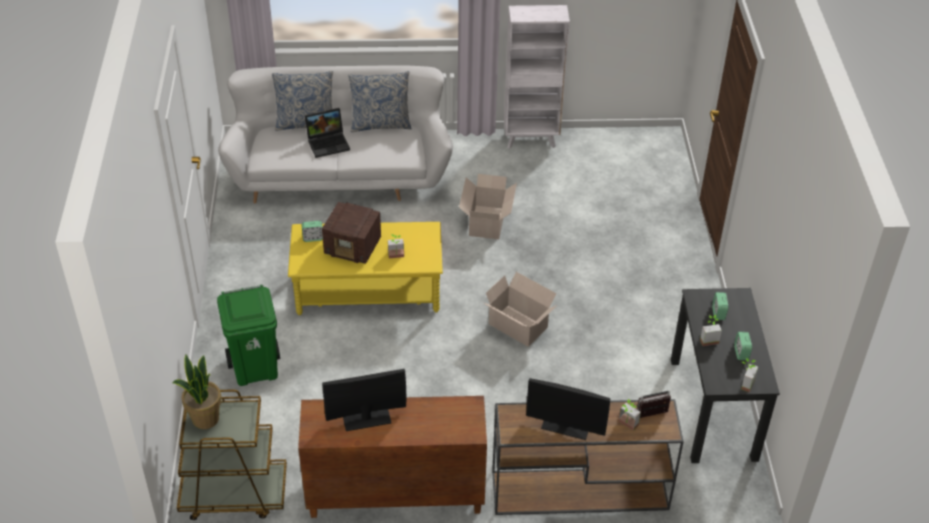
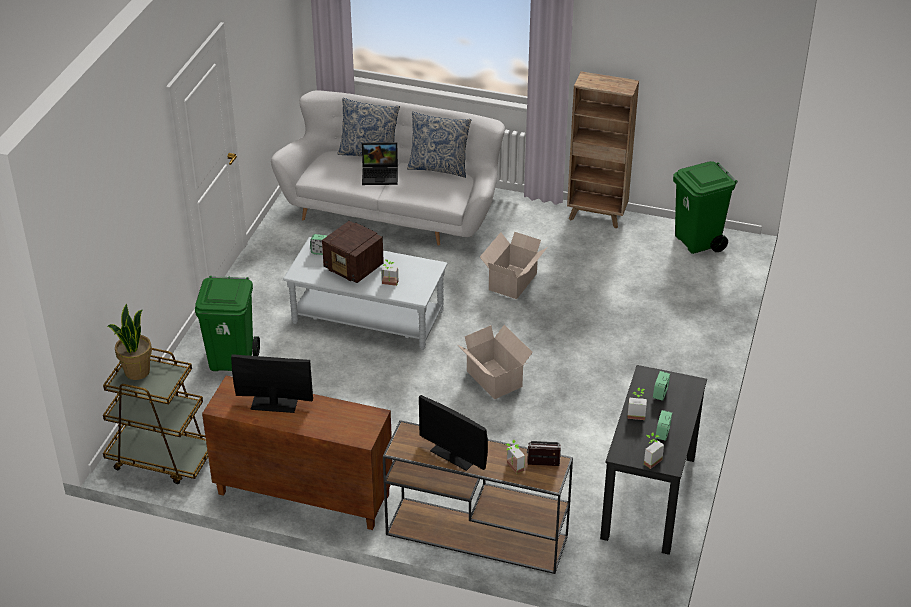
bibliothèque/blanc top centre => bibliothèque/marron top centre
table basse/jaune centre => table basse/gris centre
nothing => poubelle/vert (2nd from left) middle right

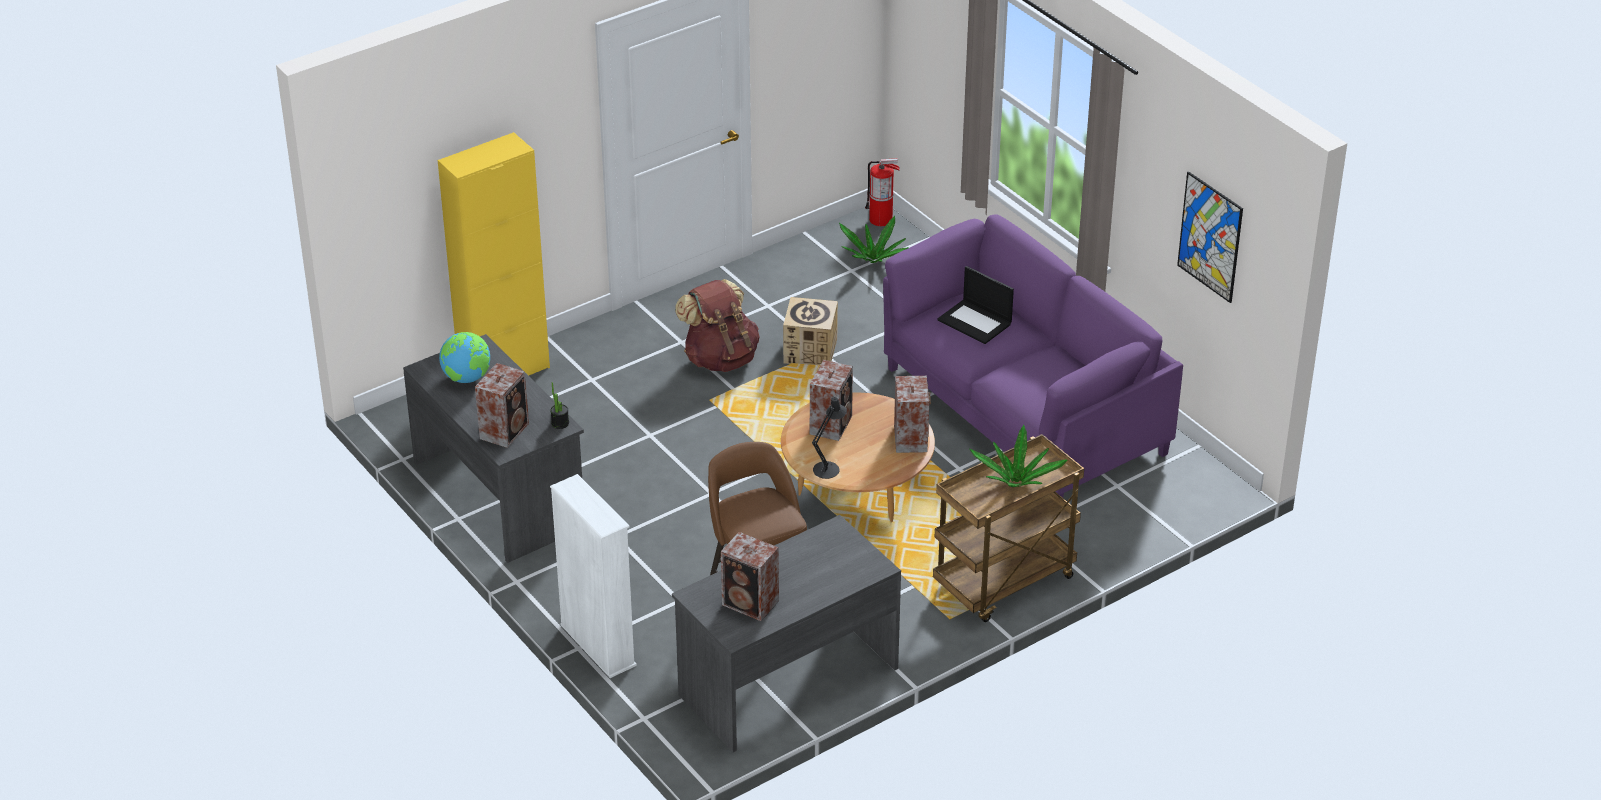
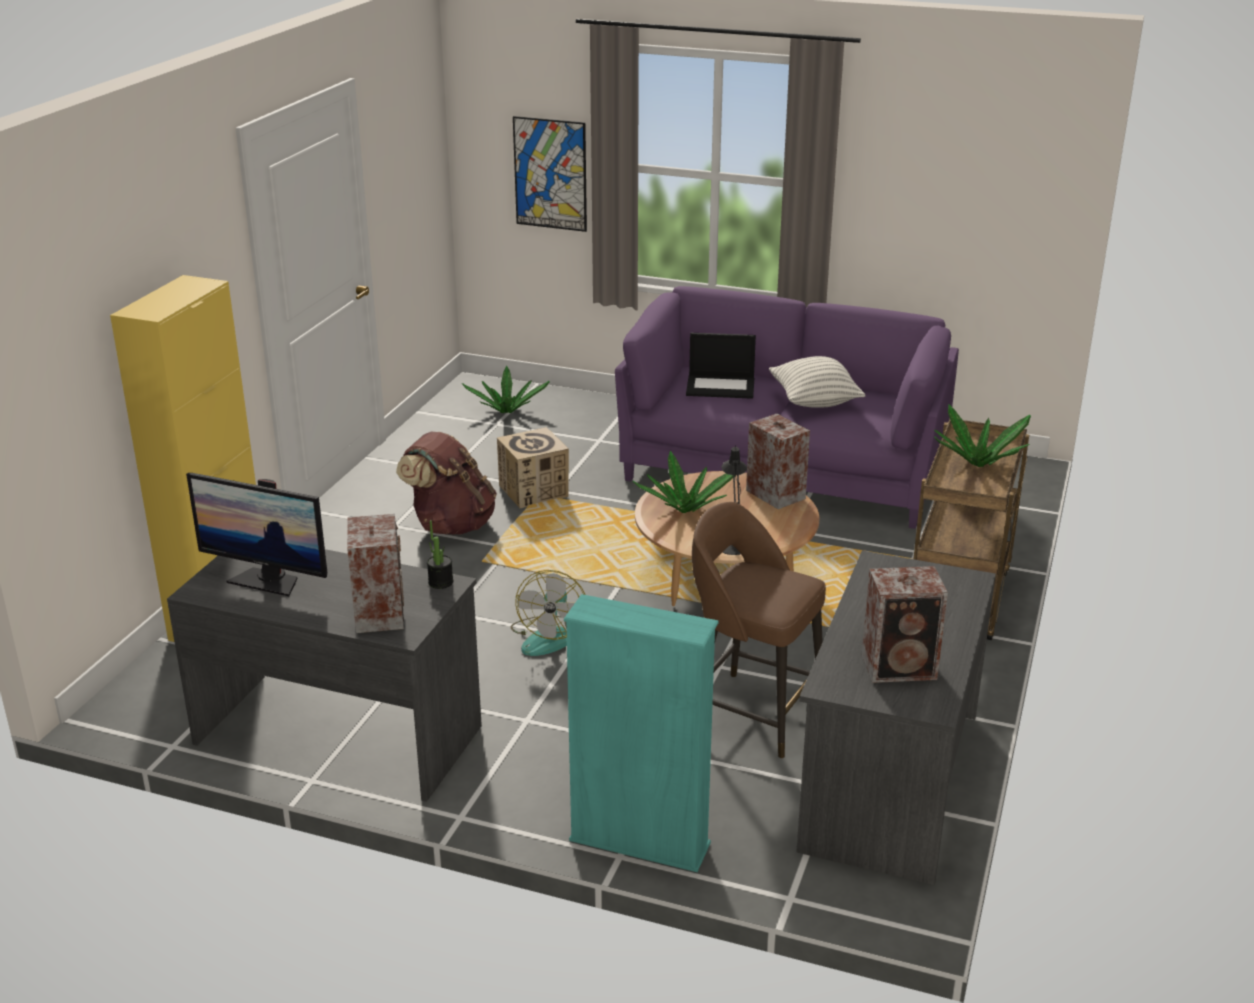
extincteur top centre => nothing
tableau top right => tableau top centre, moved
globe middle left => écran d'ordinateur middle left
enceinte (3rd from left) centre => plante en pot (3rd from left) centre
bibliothèque/blanc bottom centre => bibliothèque/turquoise bottom centre
nothing => coussin centre
nothing => ventilateur centre

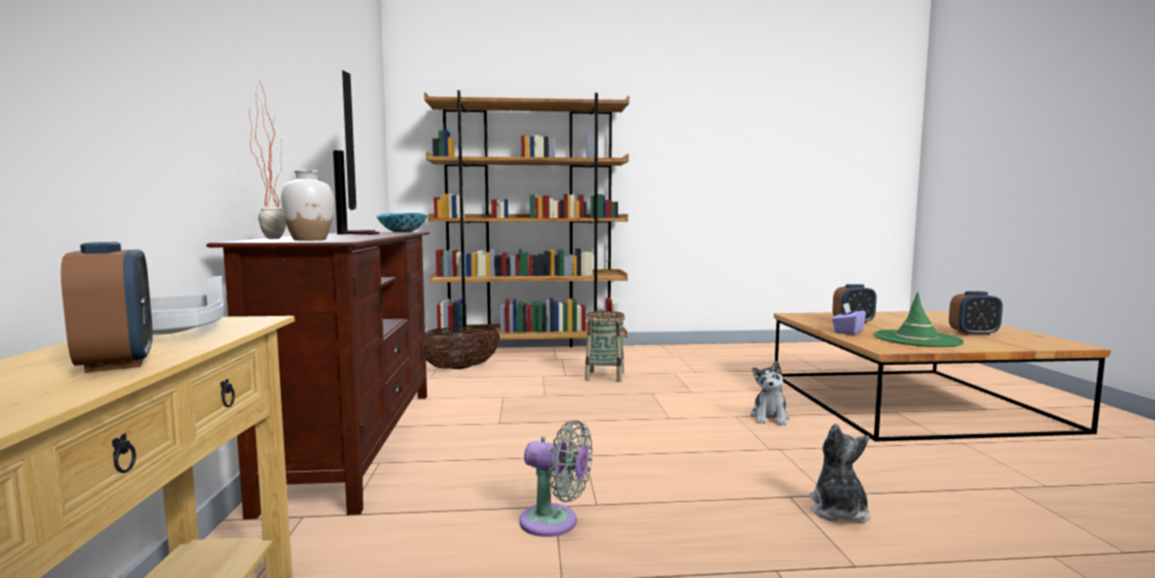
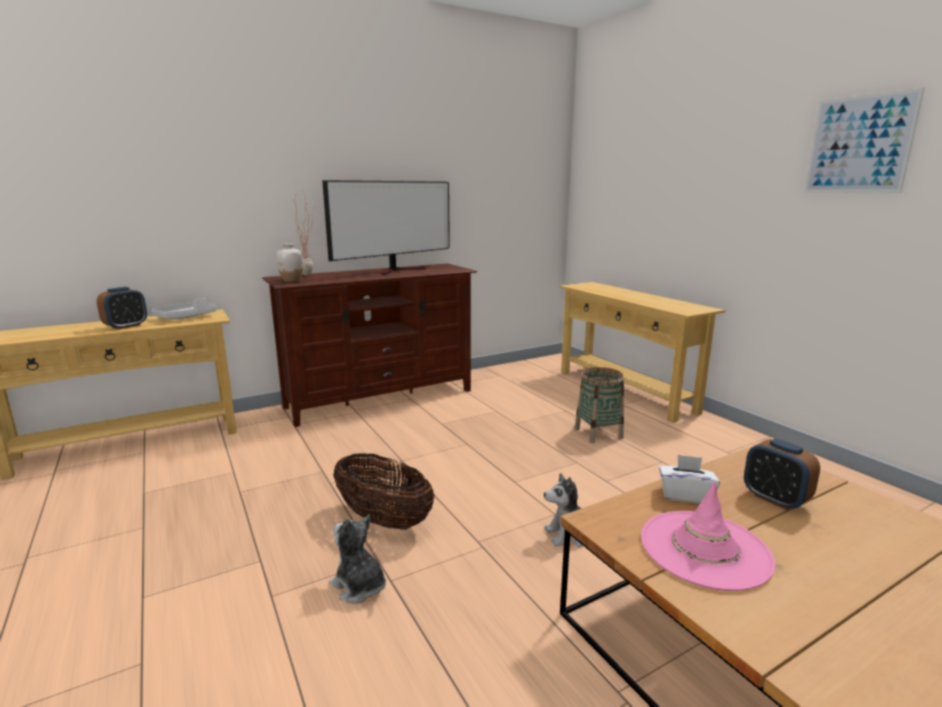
bibliothèque/marron centre => table console/beige (2nd from left) middle right
bol centre => nothing
réveil (3rd from left) middle right => nothing
chapeau/vert middle right => chapeau/rose bottom right
boîte à mouchoirs/violet middle right => boîte à mouchoirs/blanc bottom right
panier (1st from left) centre => panier (1st from left) bottom centre, moved
ventilateur/gris bottom centre => nothing
peluche (2nd from left in the first image) bottom right => peluche (1st from left) bottom centre, 120 degrees counterclockwise
nothing => tableau top right

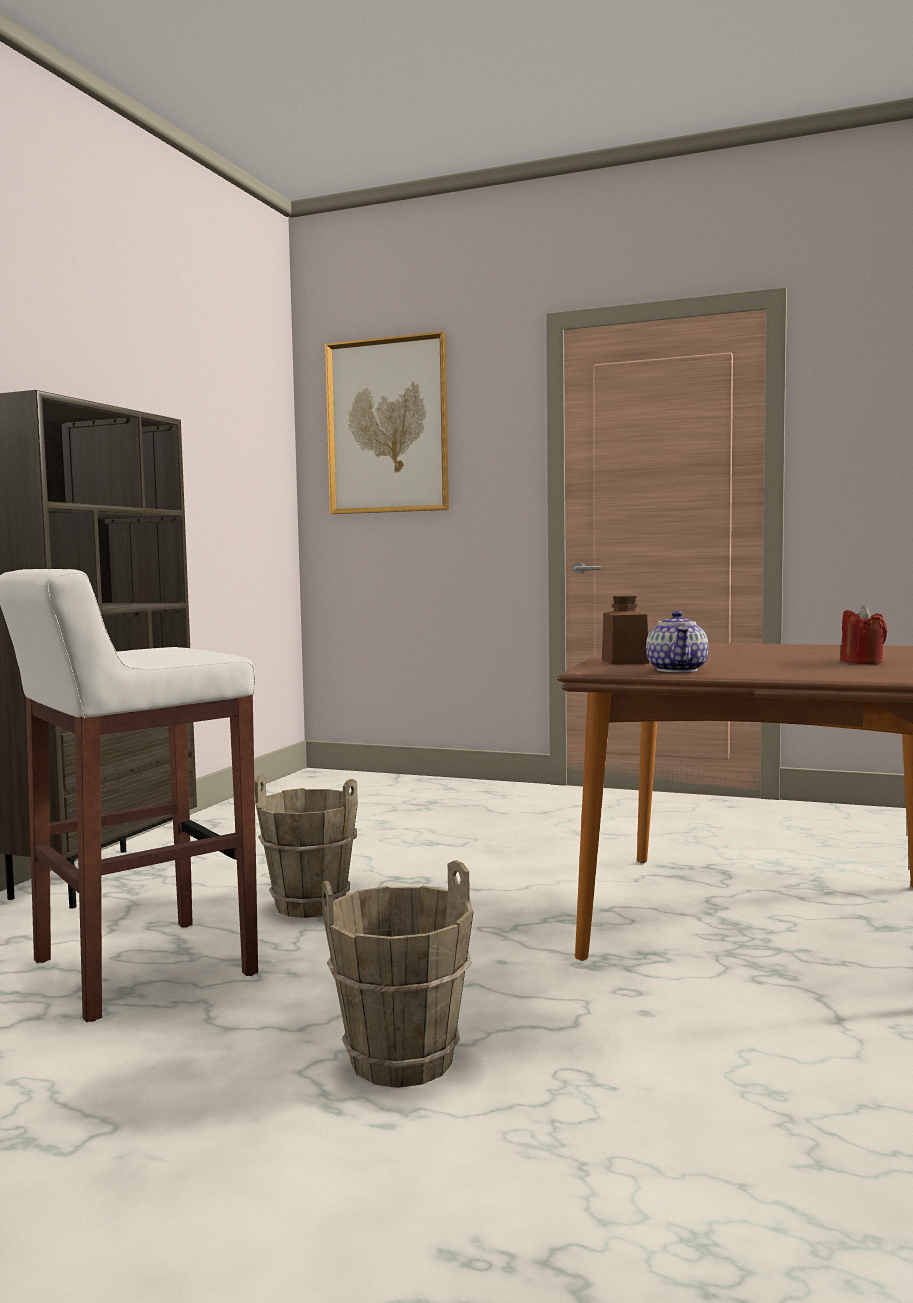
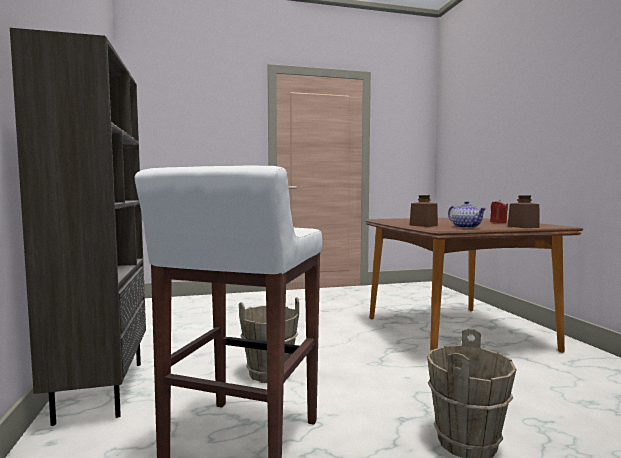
tableau top centre => nothing
nothing => bocal/marron (2nd from left) middle right

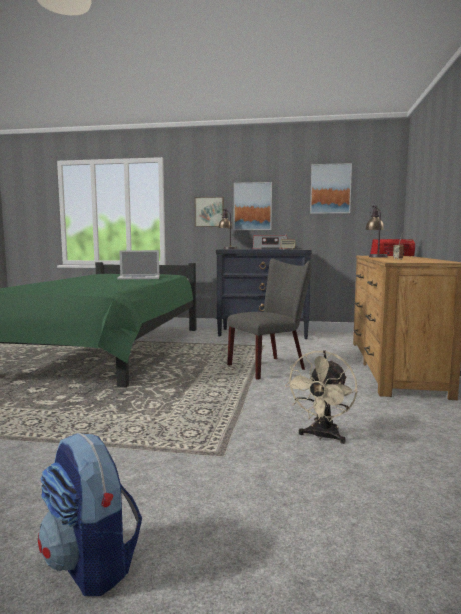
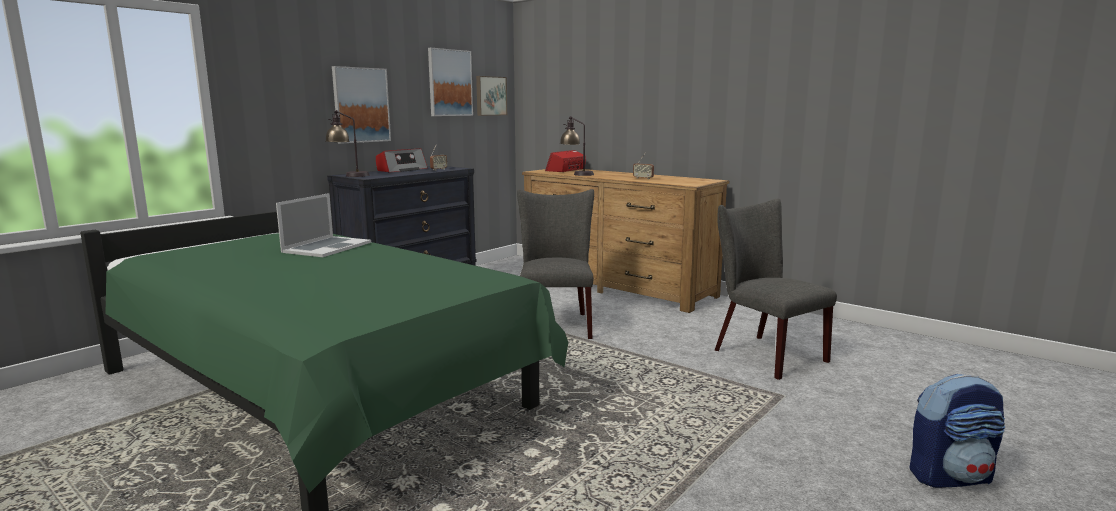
tableau (1st from left in the first image) centre => tableau (3rd from left) top centre, moved
ventilateur/beige middle right => chaise/gris (2nd from left) middle right

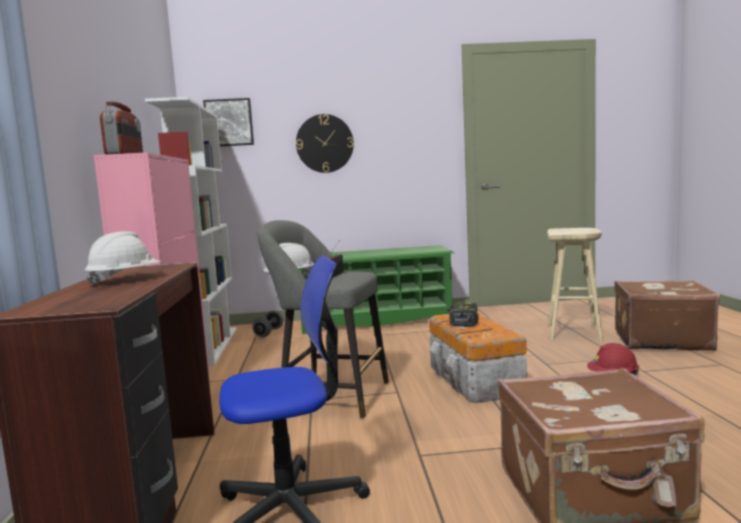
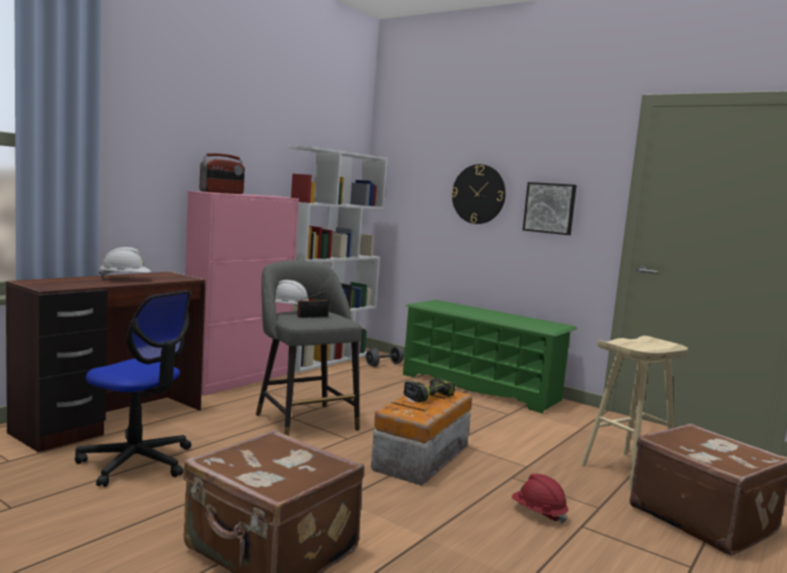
tableau top left => tableau middle right, moved

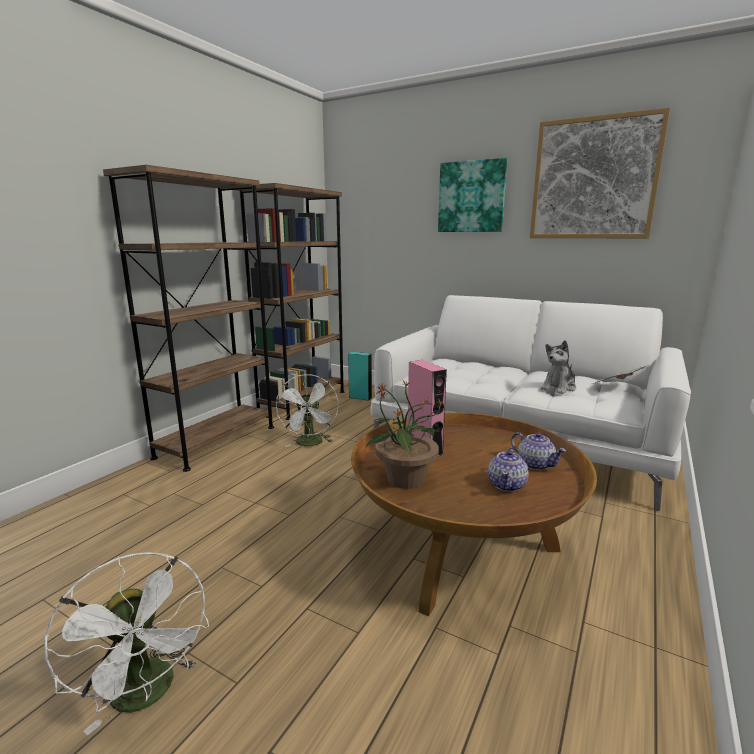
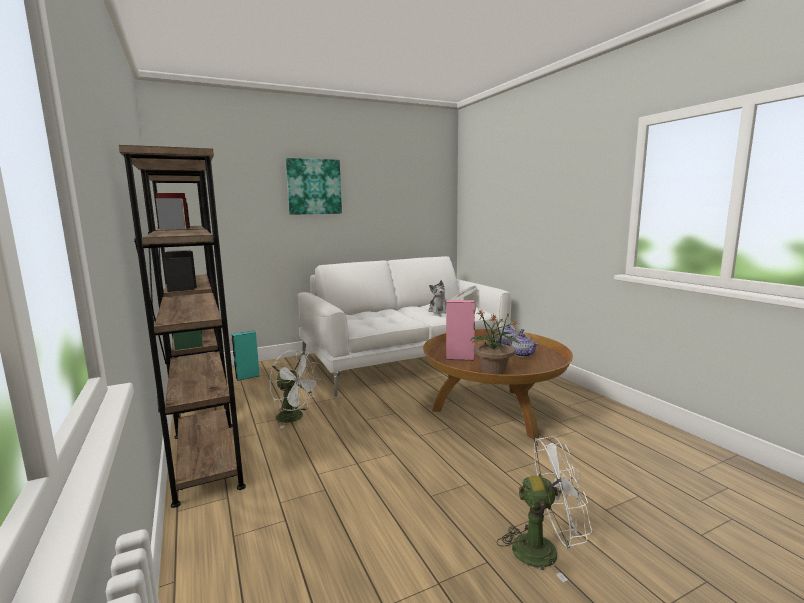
tableau (2nd from left) top right => nothing

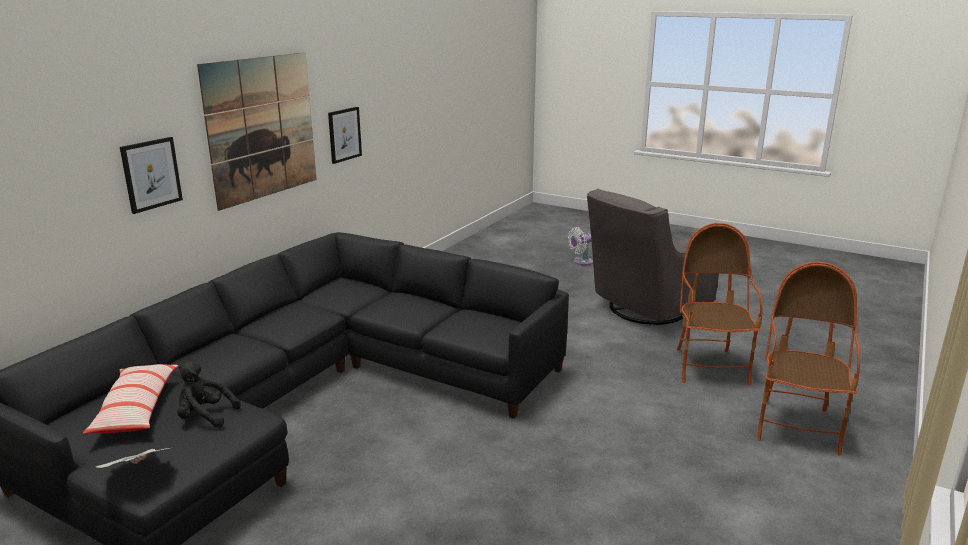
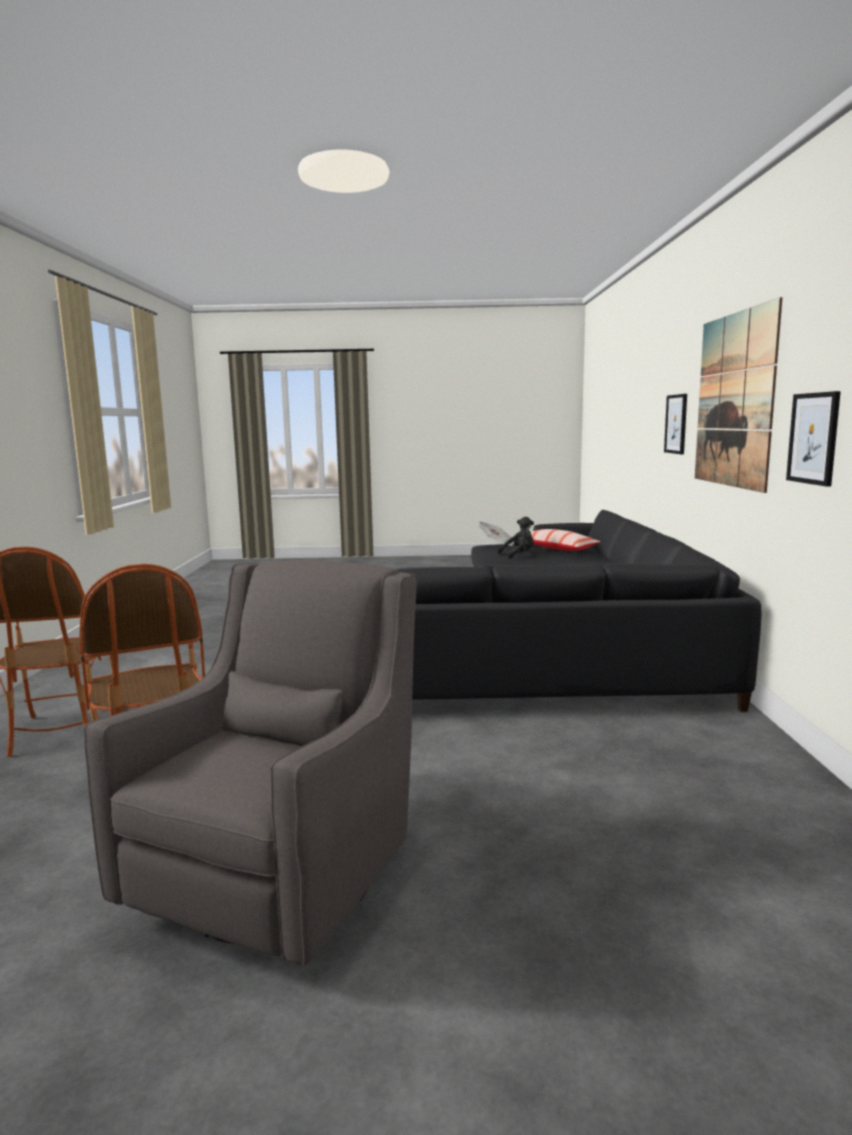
ventilateur/blanc centre => nothing

